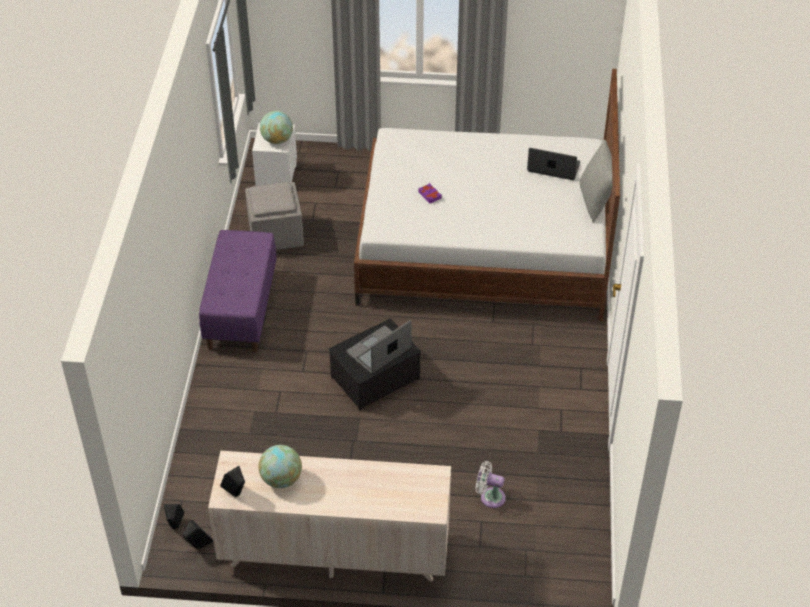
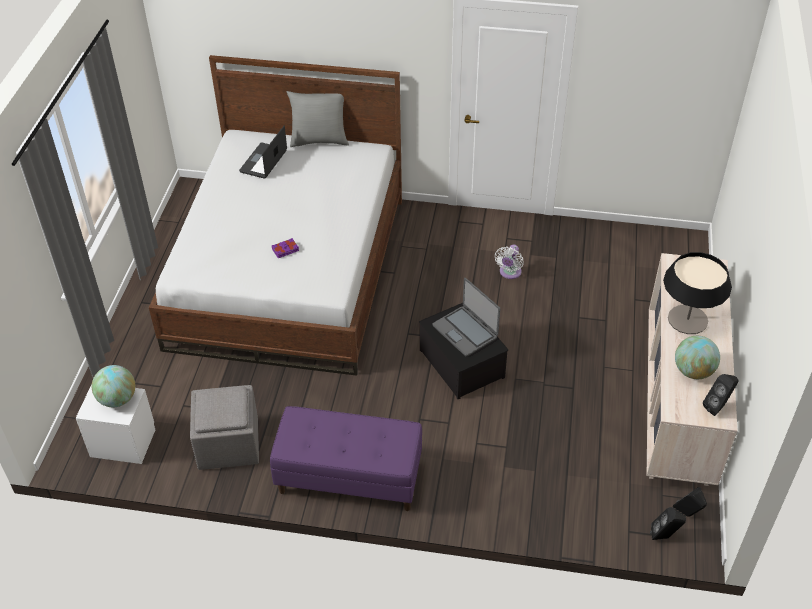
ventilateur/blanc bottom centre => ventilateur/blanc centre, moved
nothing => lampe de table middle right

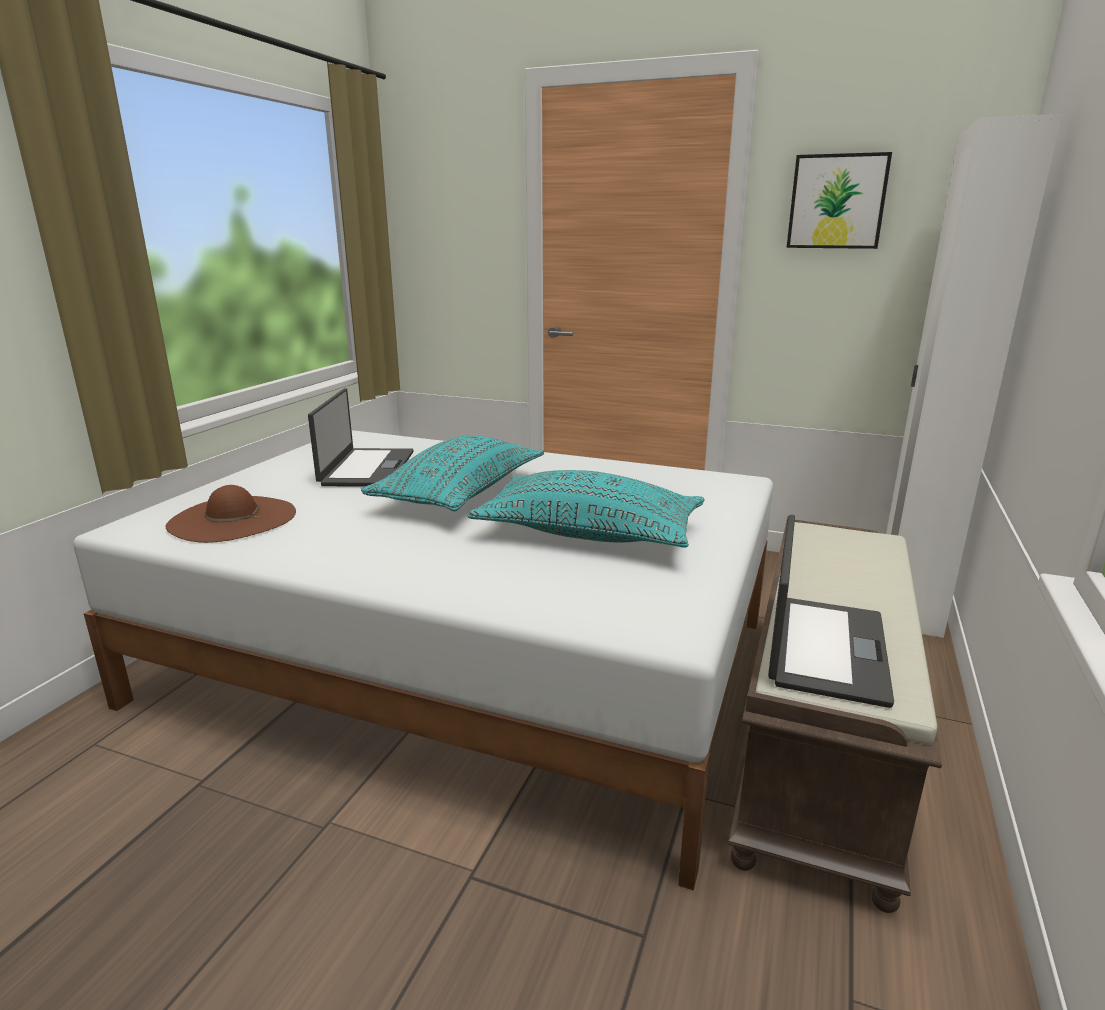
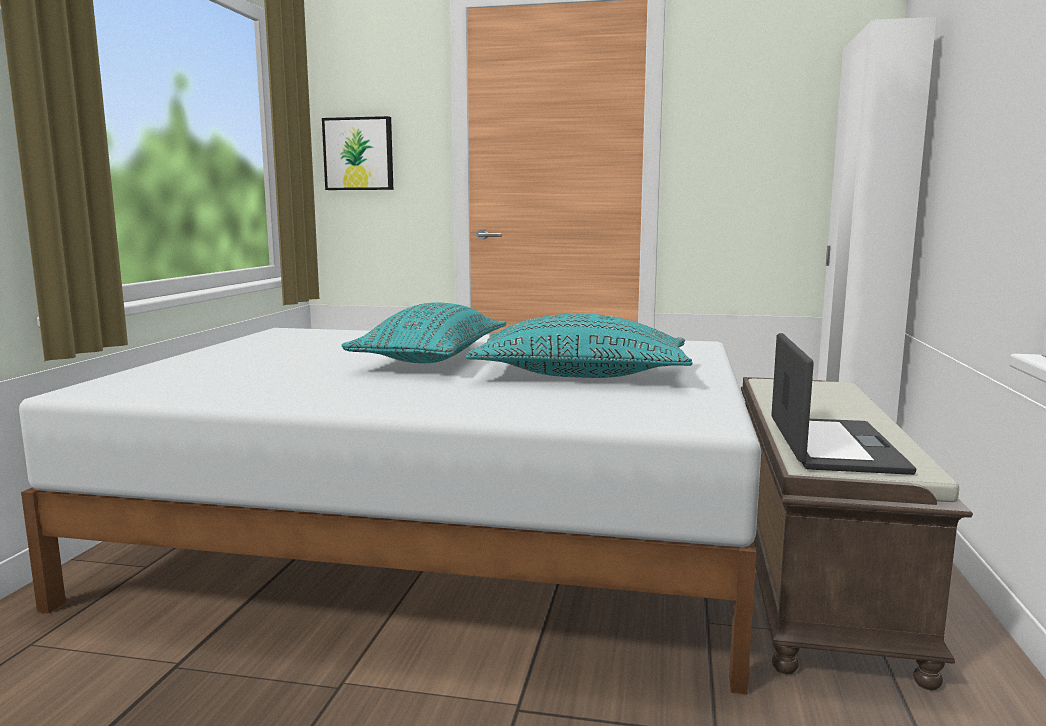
tableau top right => tableau top centre, moved
ordinateur portable (1st from left) middle left => nothing
chapeau/marron middle left => nothing

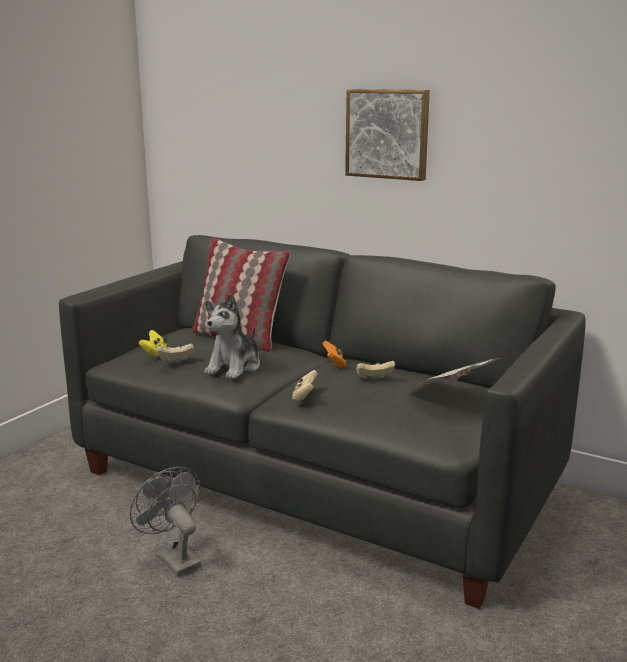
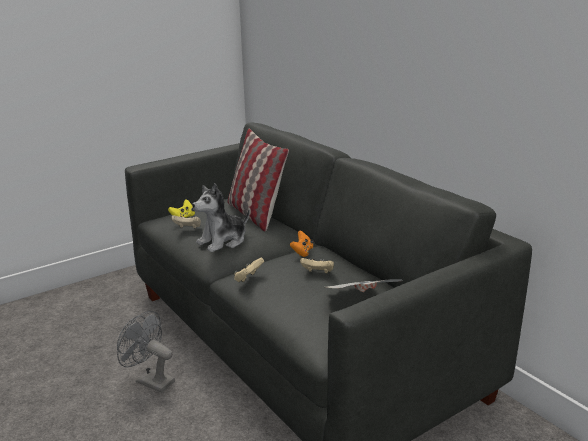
tableau top centre => nothing
ventilateur/gris bottom left, 45 degrees counterclockwise

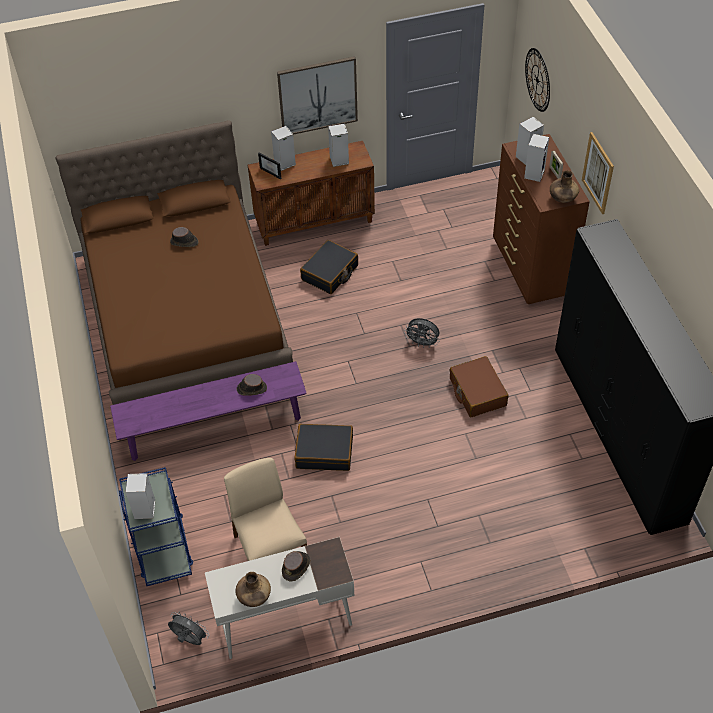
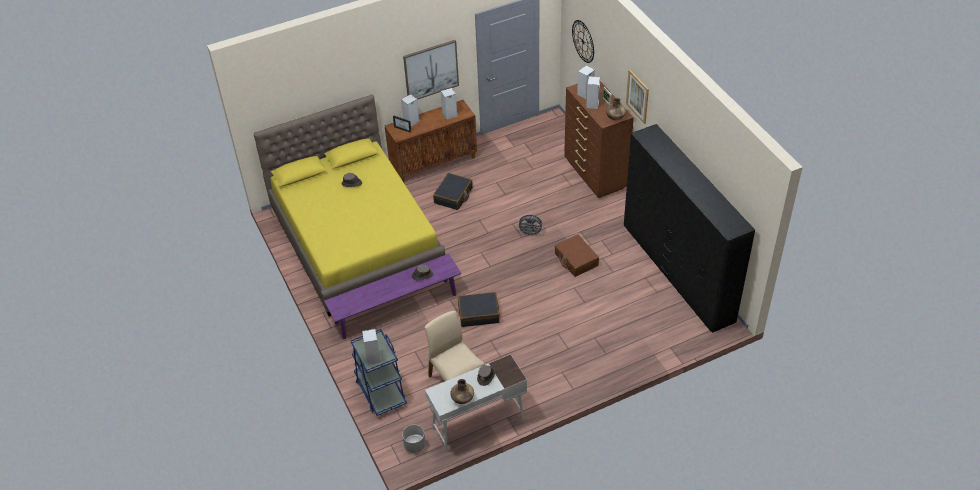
lit/marron middle left => lit/jaune centre
ventilateur/gris (1st from left) bottom left => cache-pot/gris bottom centre

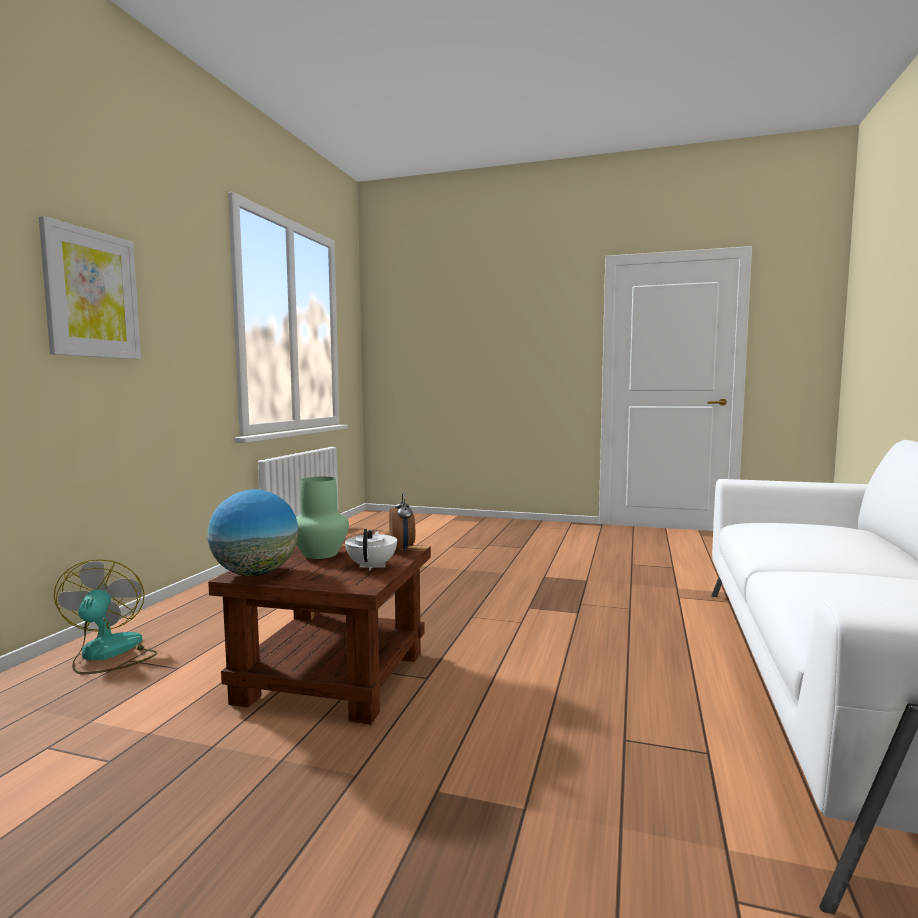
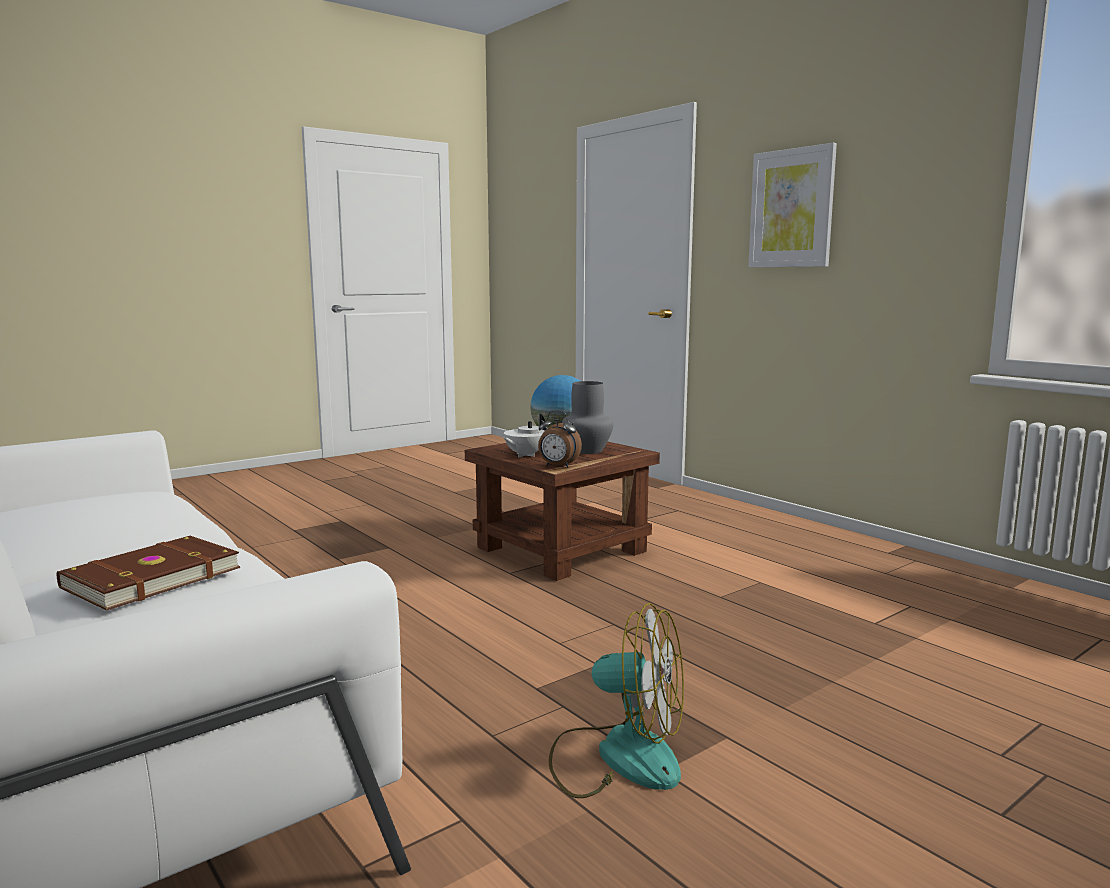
vase/vert centre => vase/gris centre
théière/blanc centre, 90 degrees clockwise
ventilateur bottom left => ventilateur bottom centre, moved
nothing => livre/marron middle left

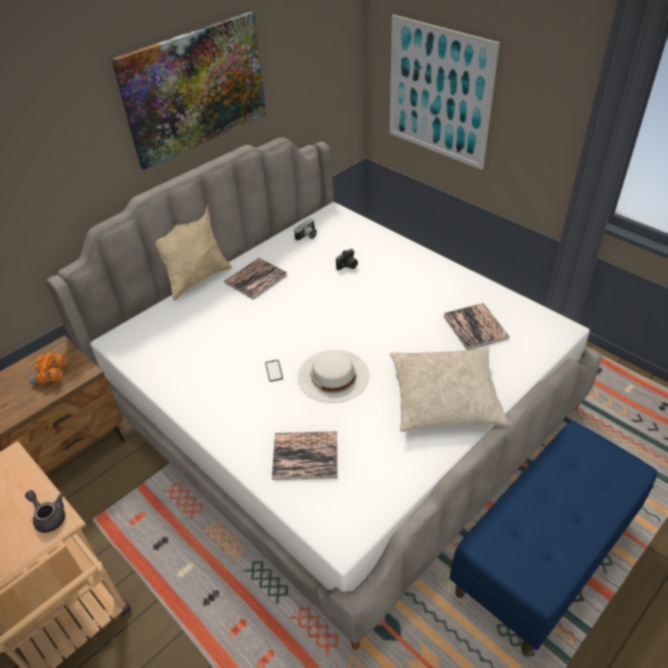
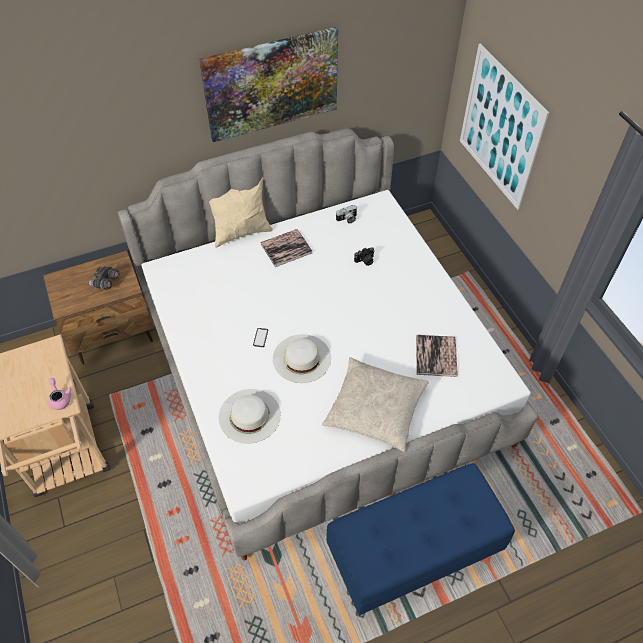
jumelles/orange middle left => jumelles/gris middle left
livre (2nd from left) bottom centre => chapeau/blanc (1st from left) centre
théière/gris bottom left => théière/rose middle left

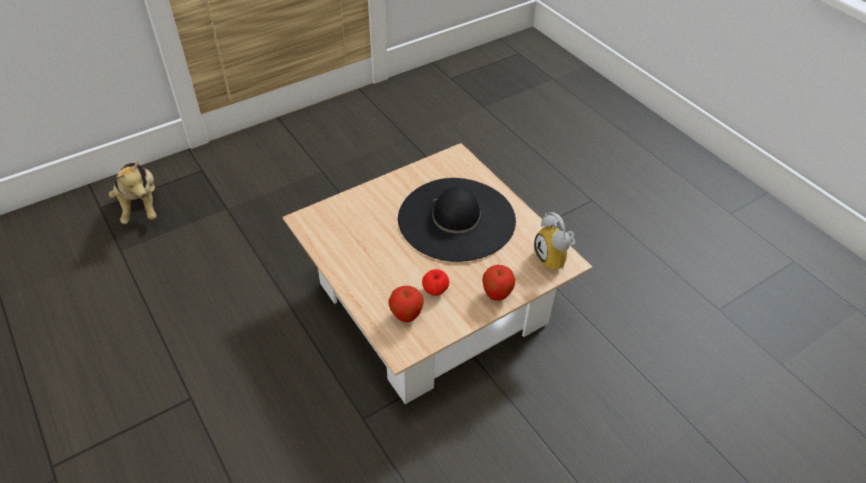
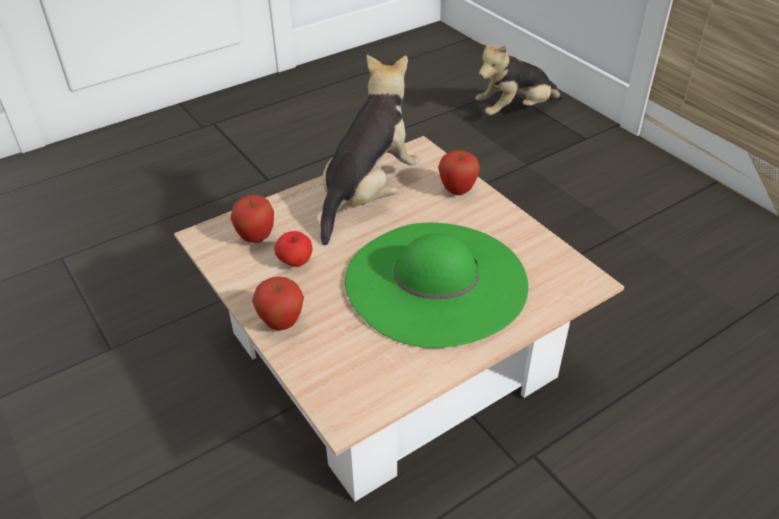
chapeau/noir centre => chapeau/vert centre
réveil centre => nothing
nothing => peluche (1st from left) top centre
nothing => pomme (4th from left) top centre

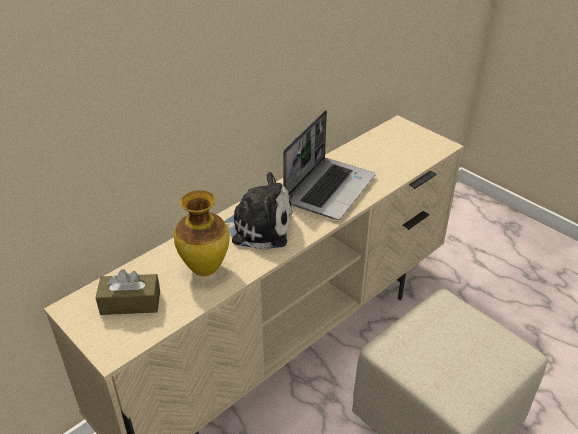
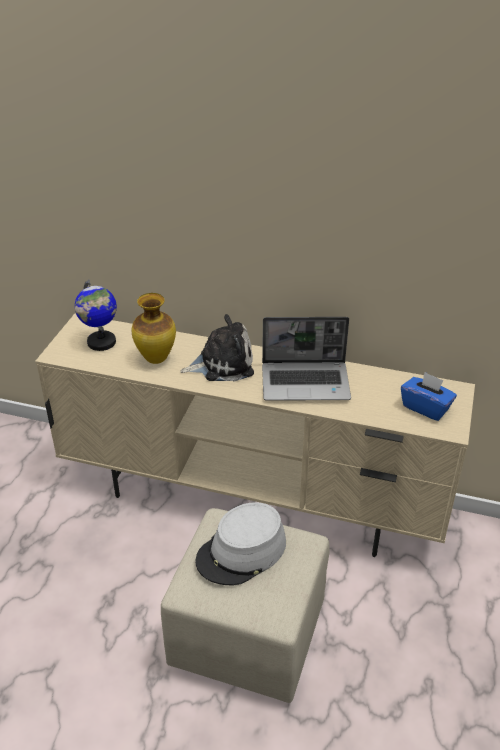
peluche centre, 75 degrees counterclockwise
boîte à mouchoirs/marron bottom left => globe middle left
nothing => boîte à mouchoirs/bleu middle right
nothing => chapeau/gris bottom centre

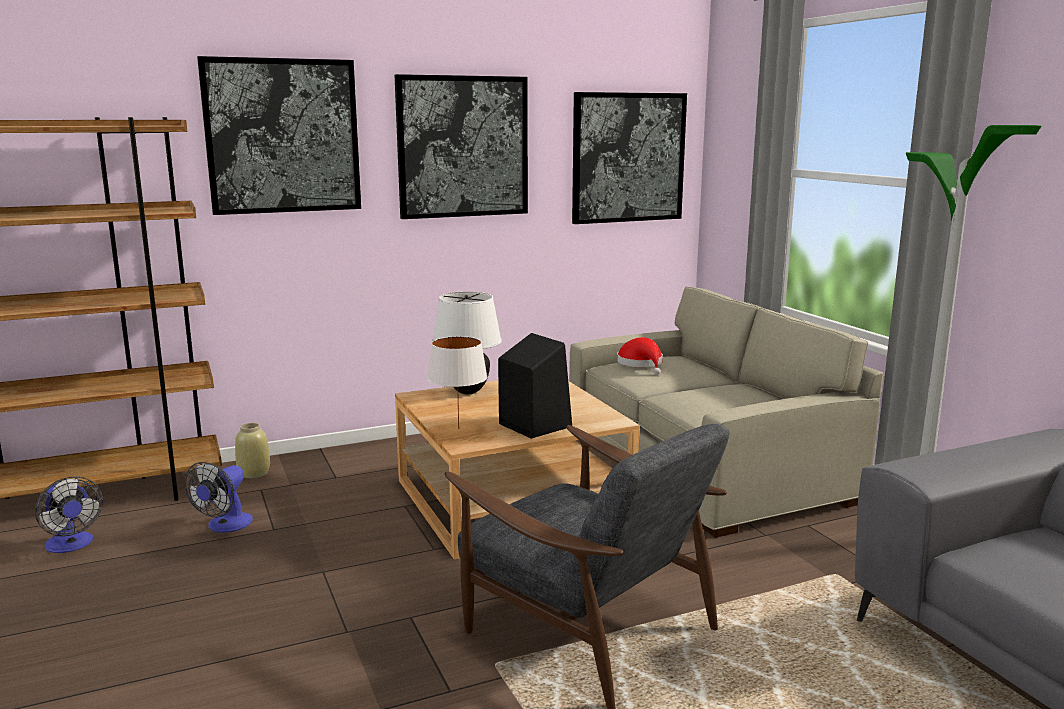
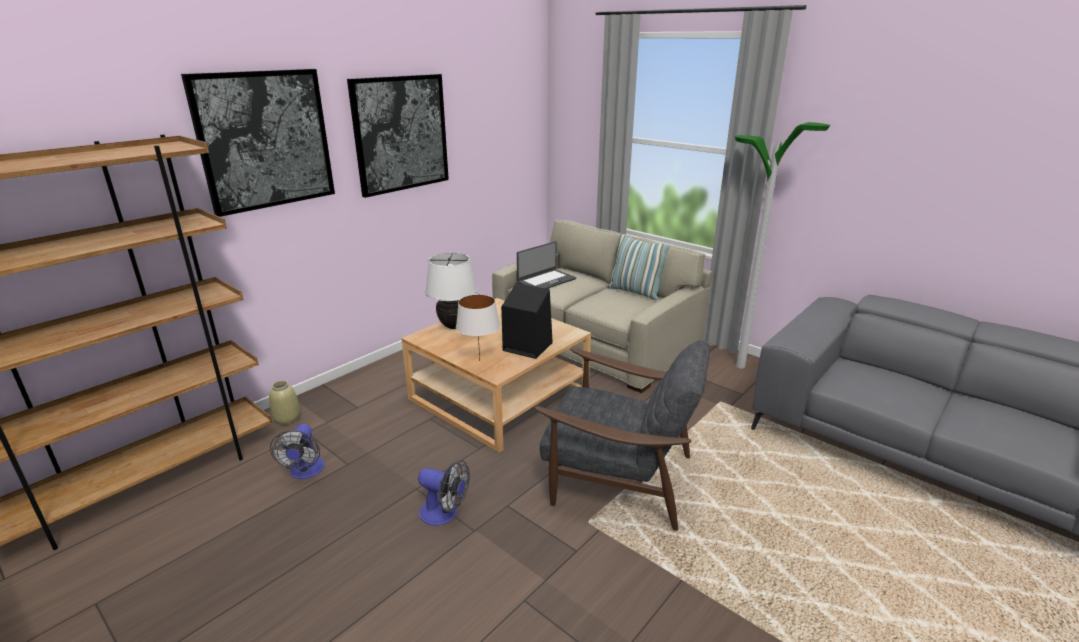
tableau (3rd from left) top centre => nothing
chapeau/rouge centre => ordinateur portable centre
ventilateur (1st from left in the first image) bottom left => ventilateur (2nd from left) bottom centre, moved
nothing => coussin centre

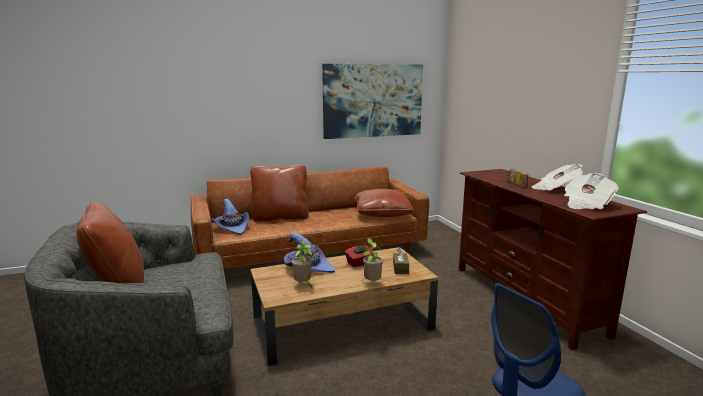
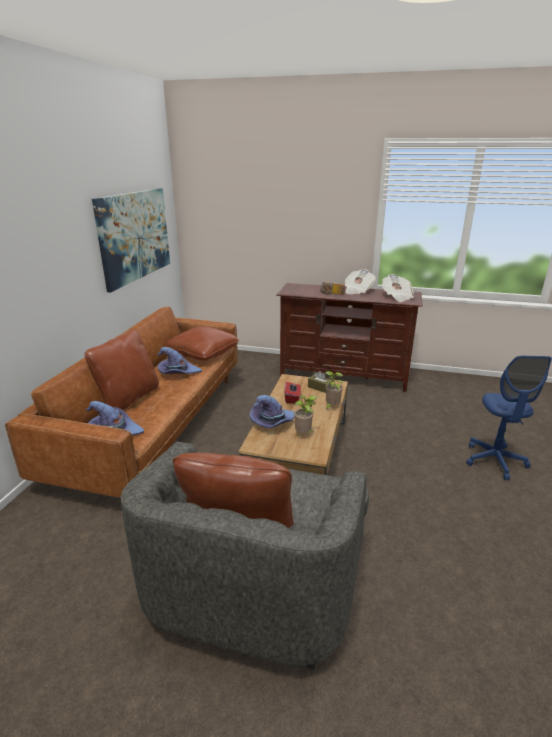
nothing => chapeau/violet (2nd from left) middle left

